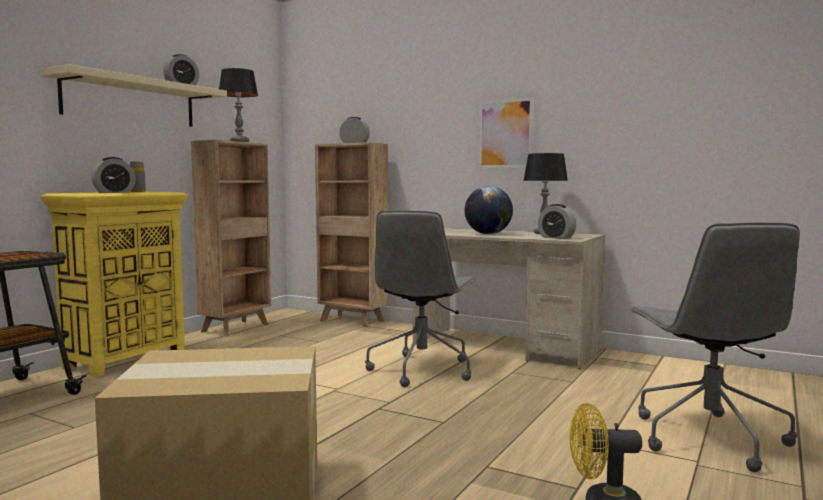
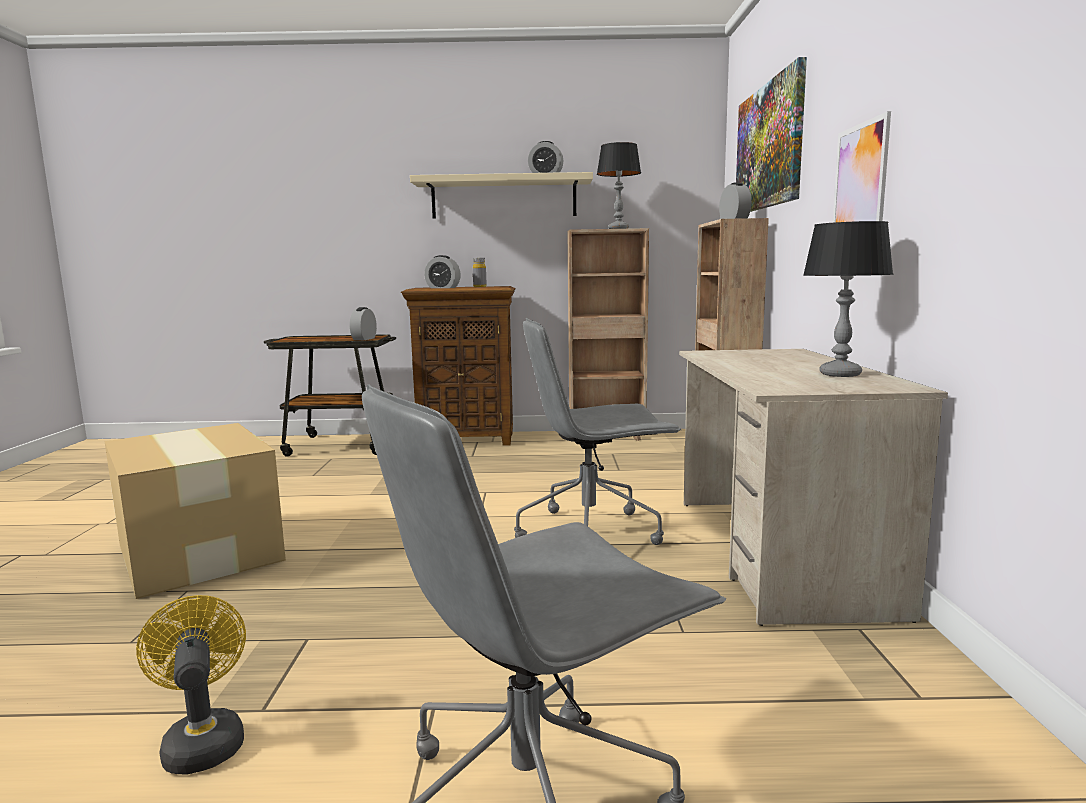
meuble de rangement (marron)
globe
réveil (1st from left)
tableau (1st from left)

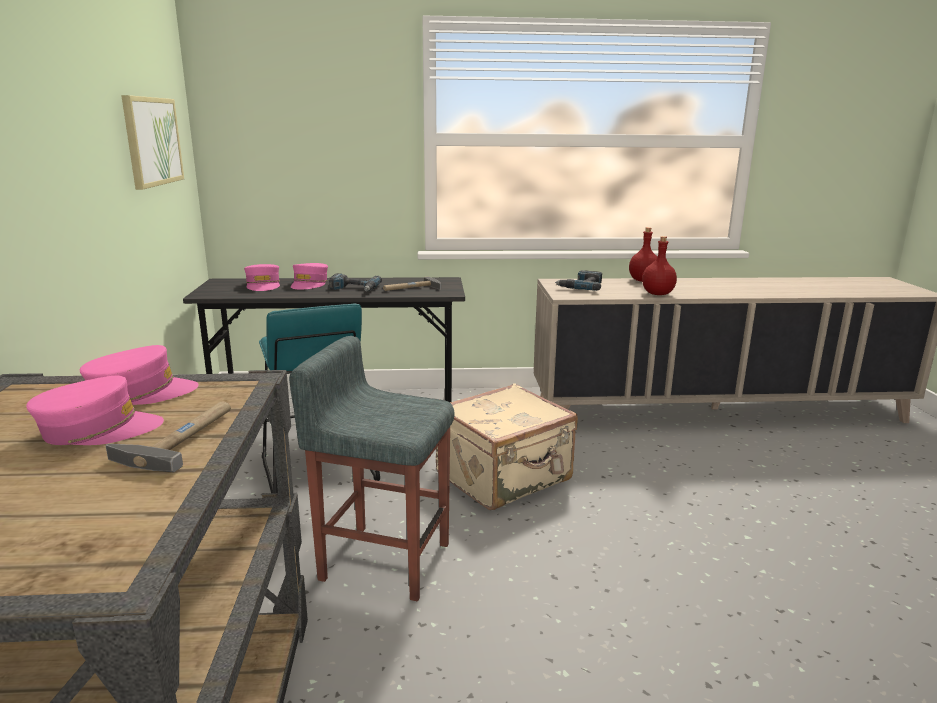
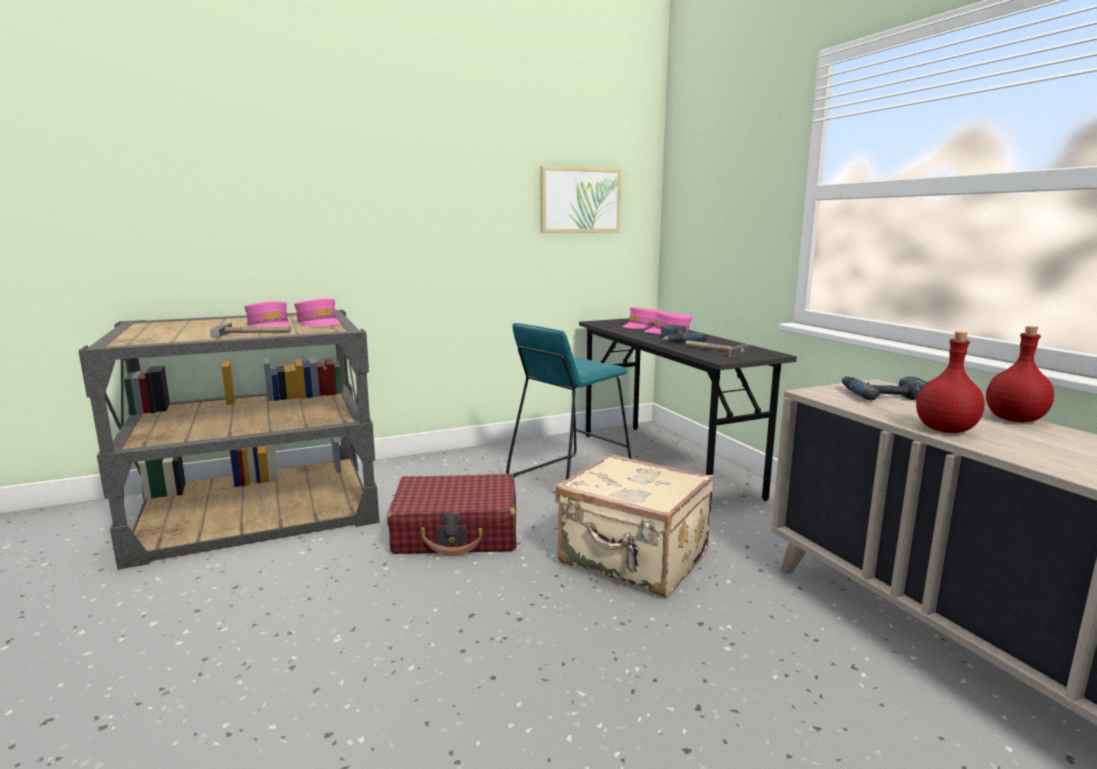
valise (rouge)

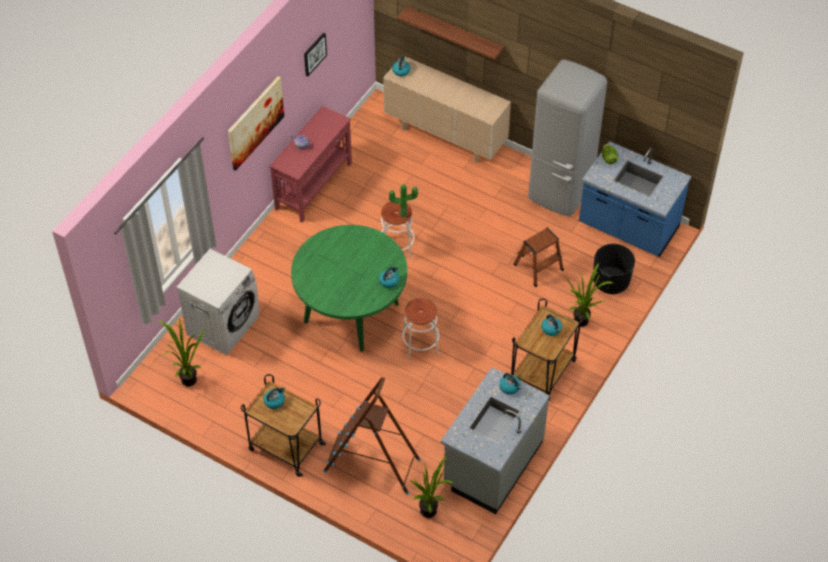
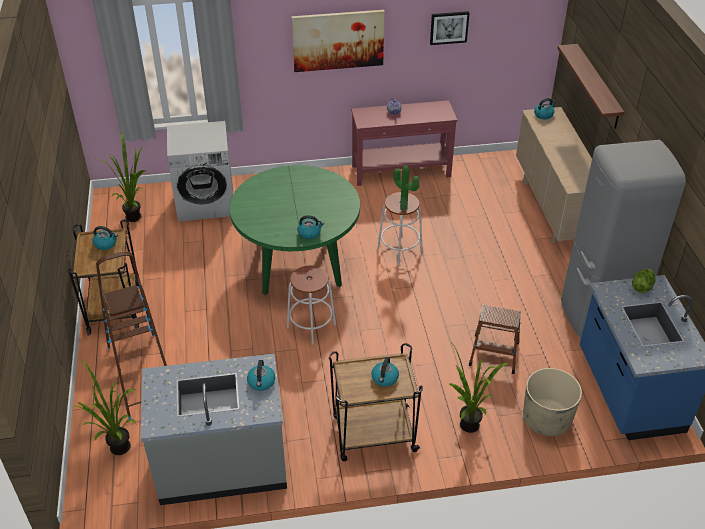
cache-pot (beige)

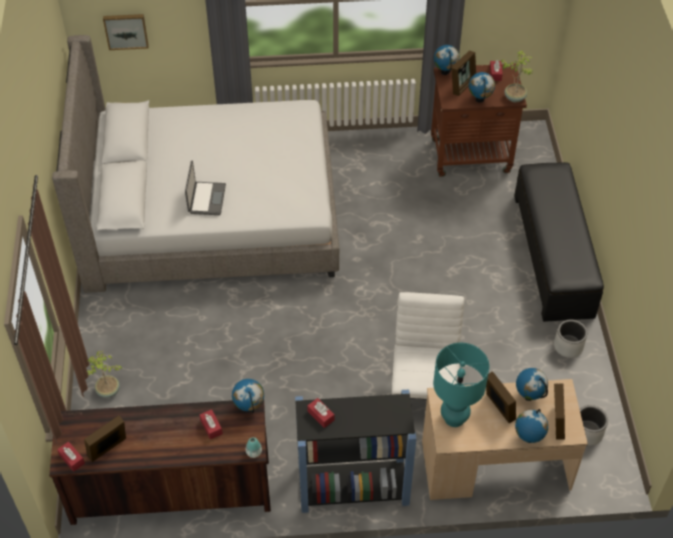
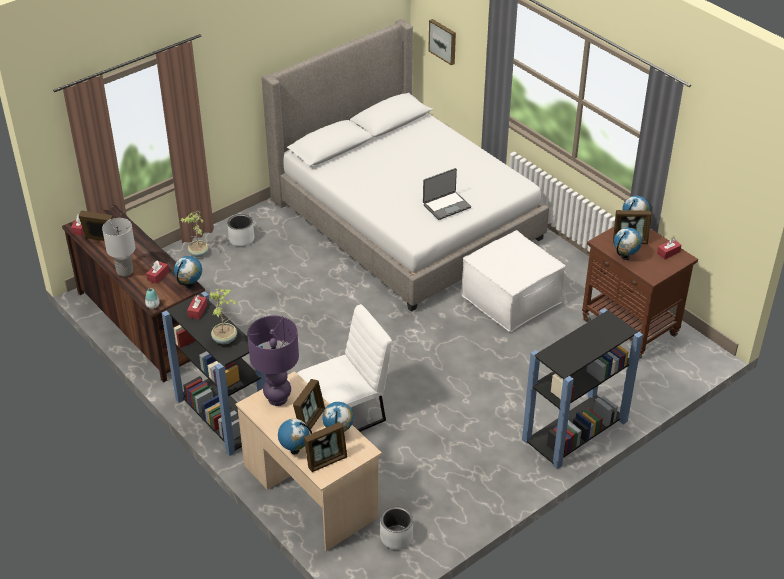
ordinateur portable
lampe de table (violet)
plante en pot (2nd from left)
bibliothèque (noir) (2nd from left)
cache-pot (gris) (1st from left)
lampe de table (gris)
pouf (blanc)

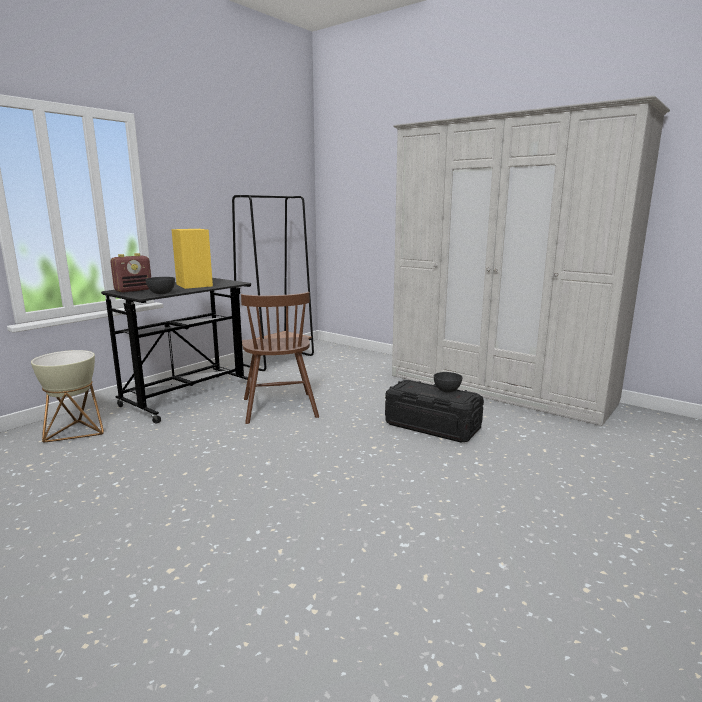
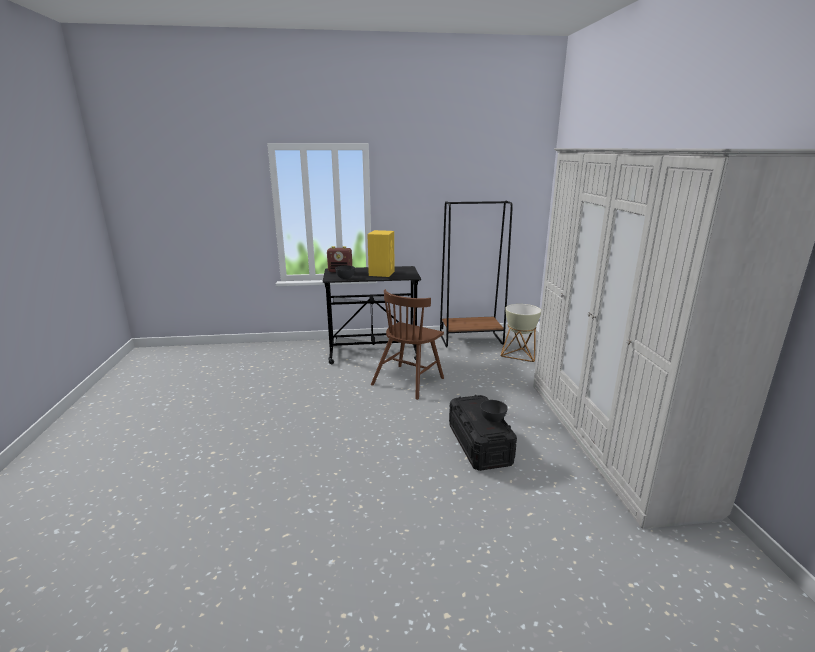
cache-pot

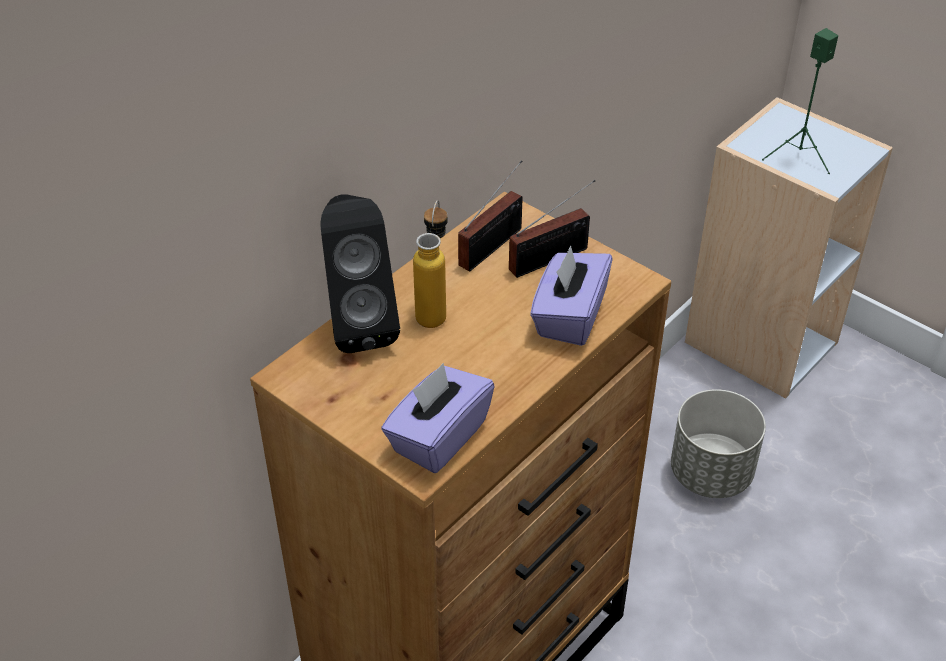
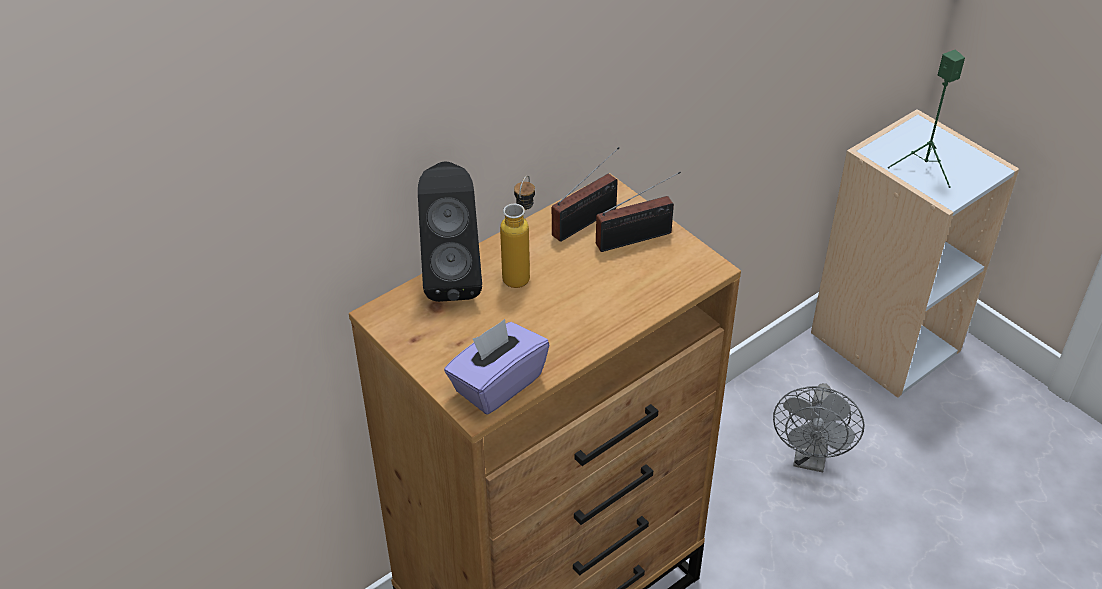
boîte à mouchoirs (violet) (2nd from left in the first image)
ventilateur (gris)

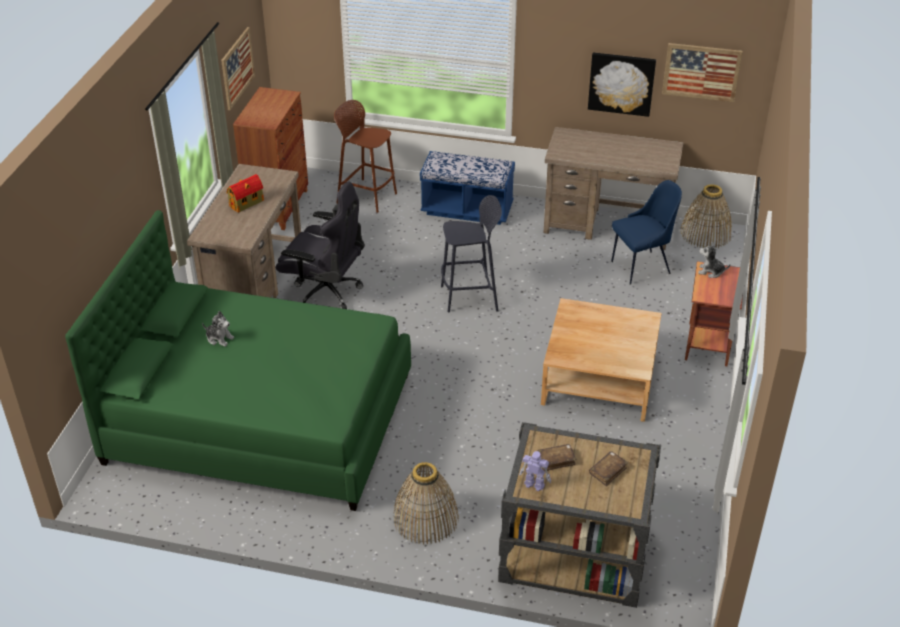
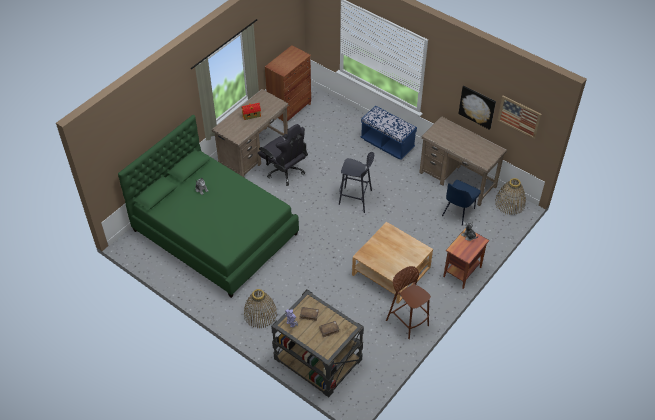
tableau (1st from left in the first image)
tabouret (marron)
chaise (bleu)

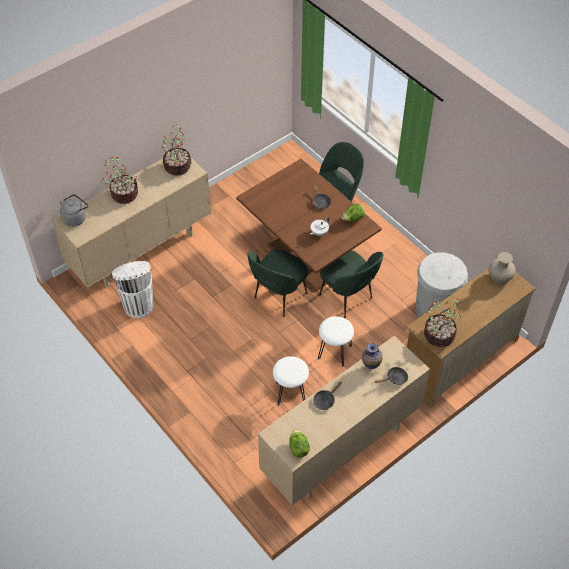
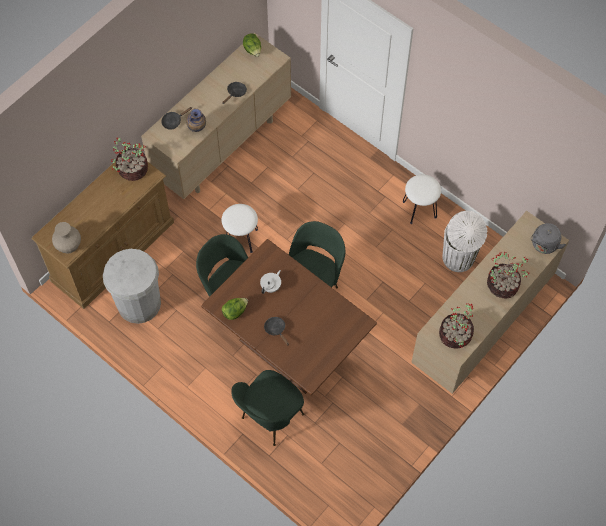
tabouret (blanc) (2nd from left)

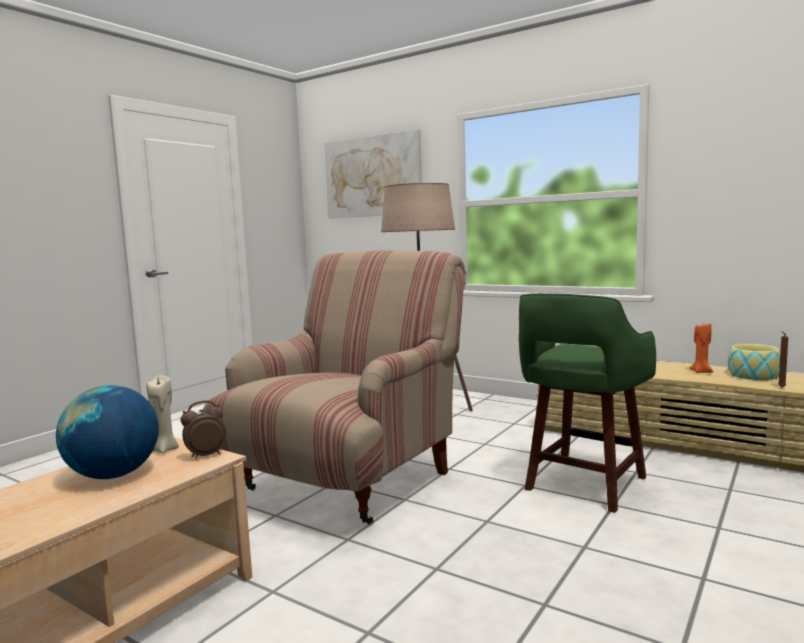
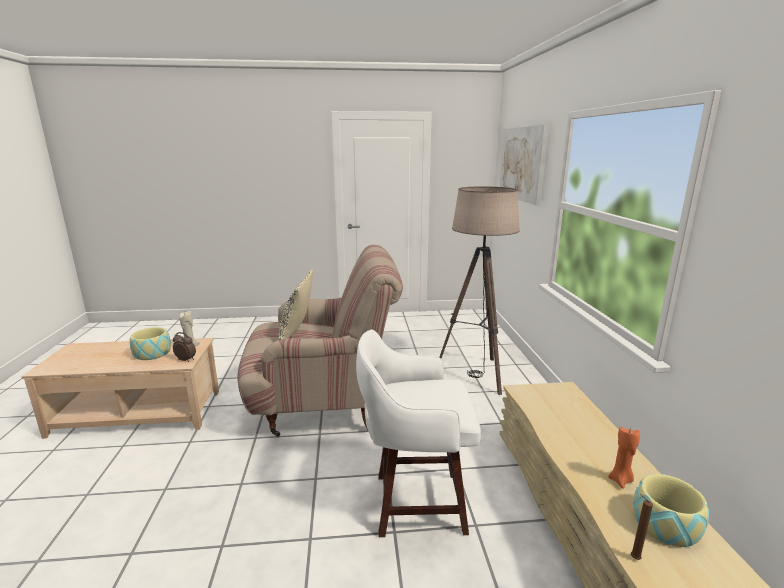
bol (1st from left)
tabouret (blanc)
coussin (beige)

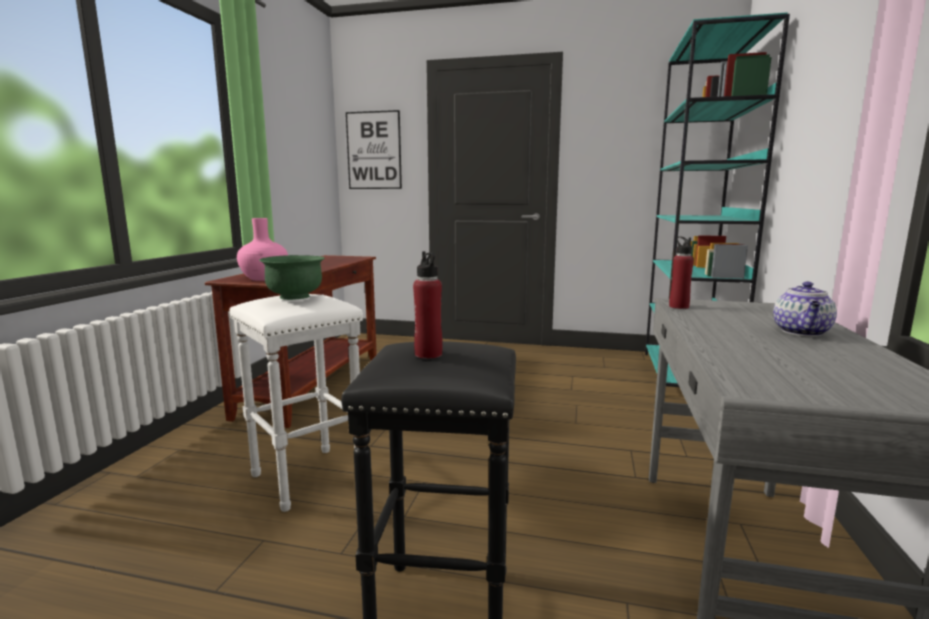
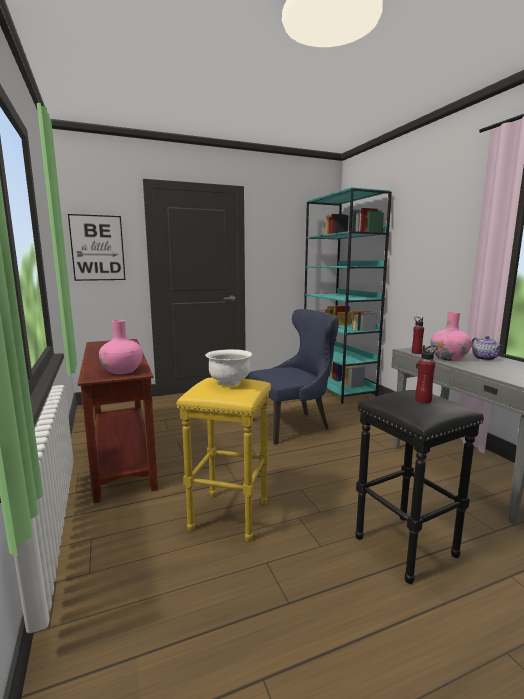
tabouret (jaune)
bol (blanc)
chaise (bleu)
vase (rose) (2nd from left)

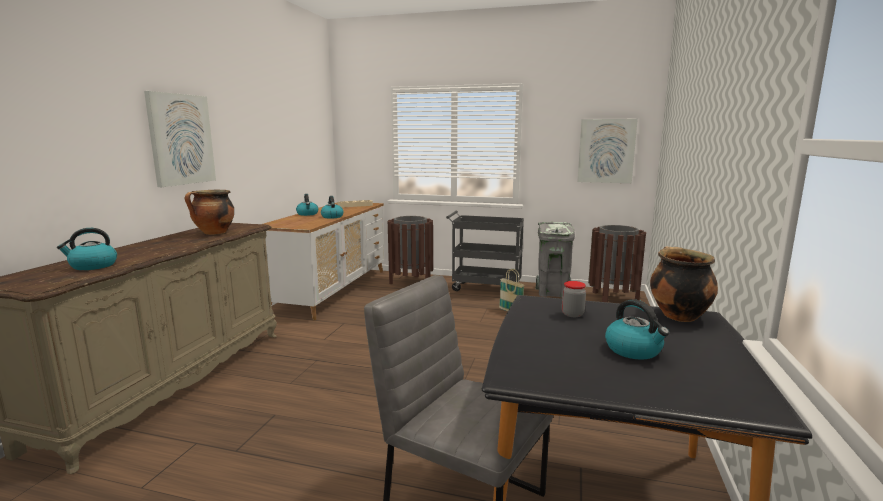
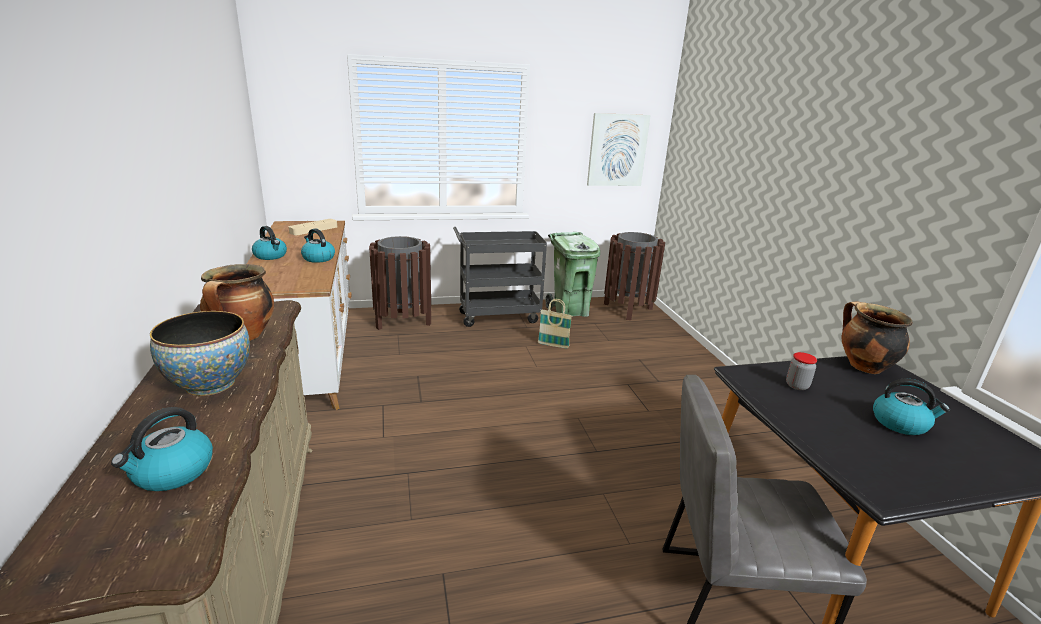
tableau (1st from left in the first image)
poubelle (vert)
bol

